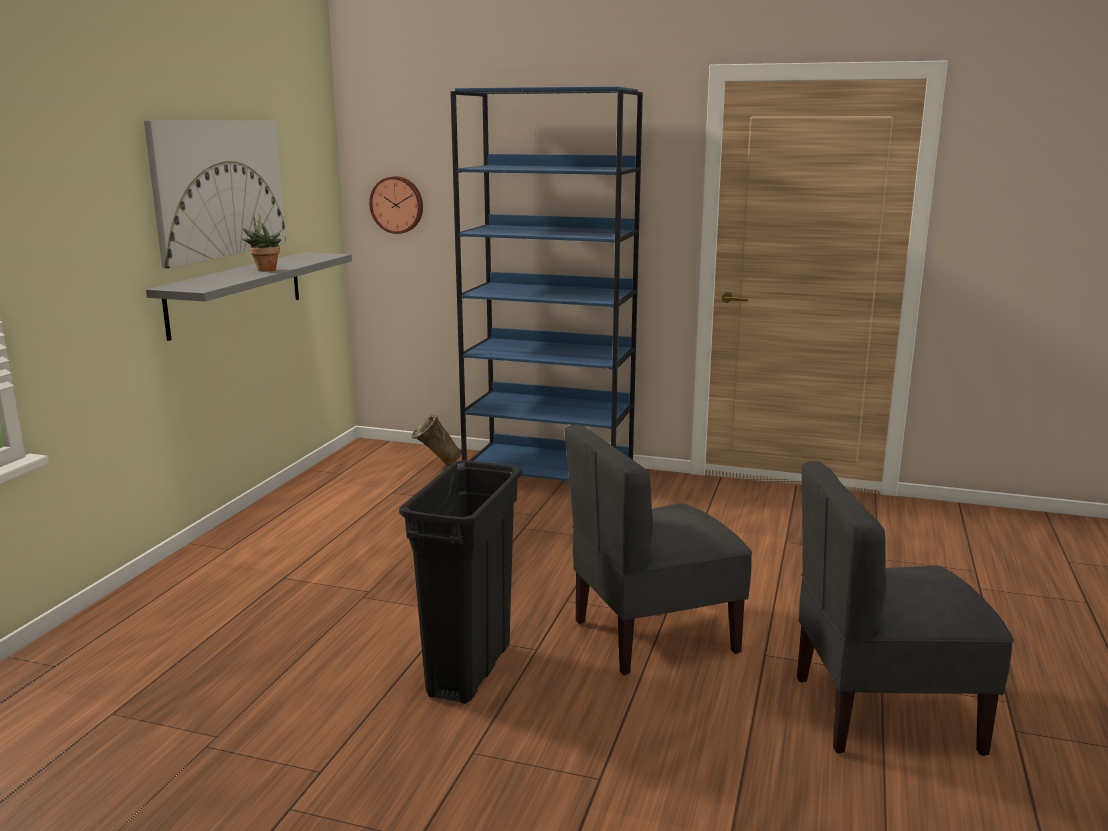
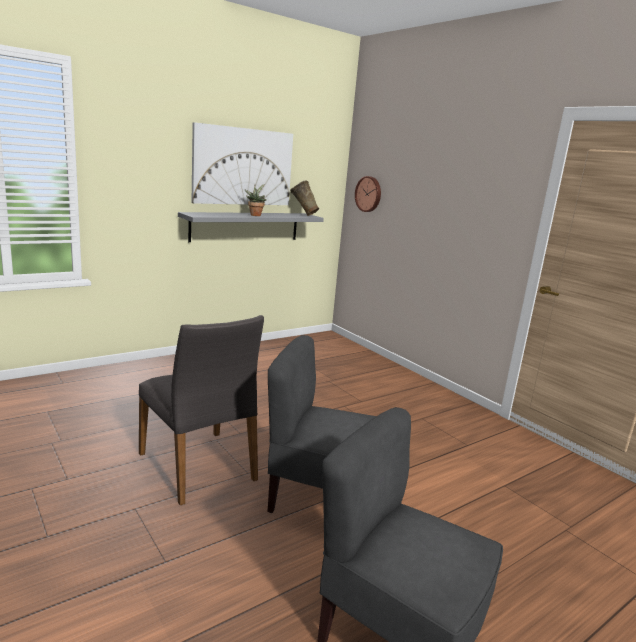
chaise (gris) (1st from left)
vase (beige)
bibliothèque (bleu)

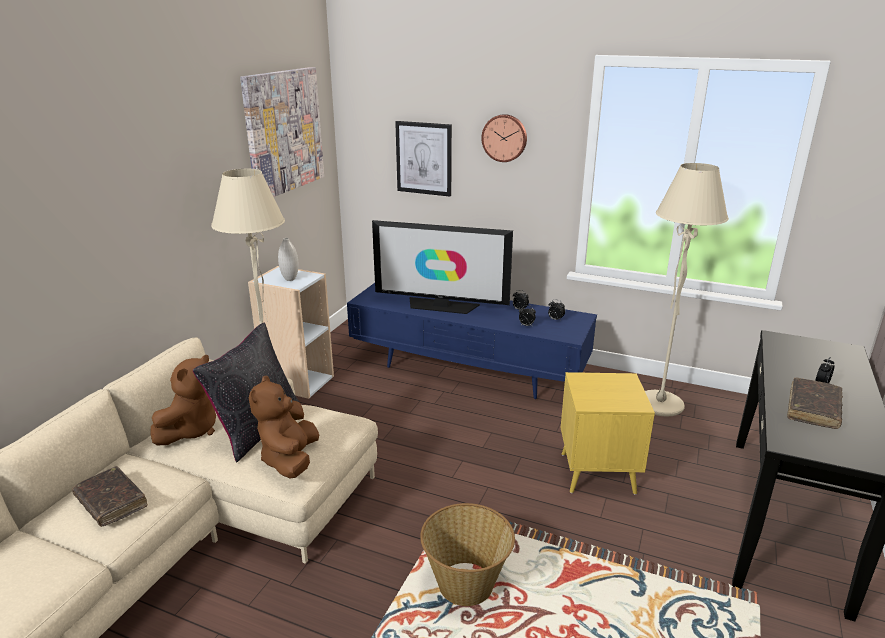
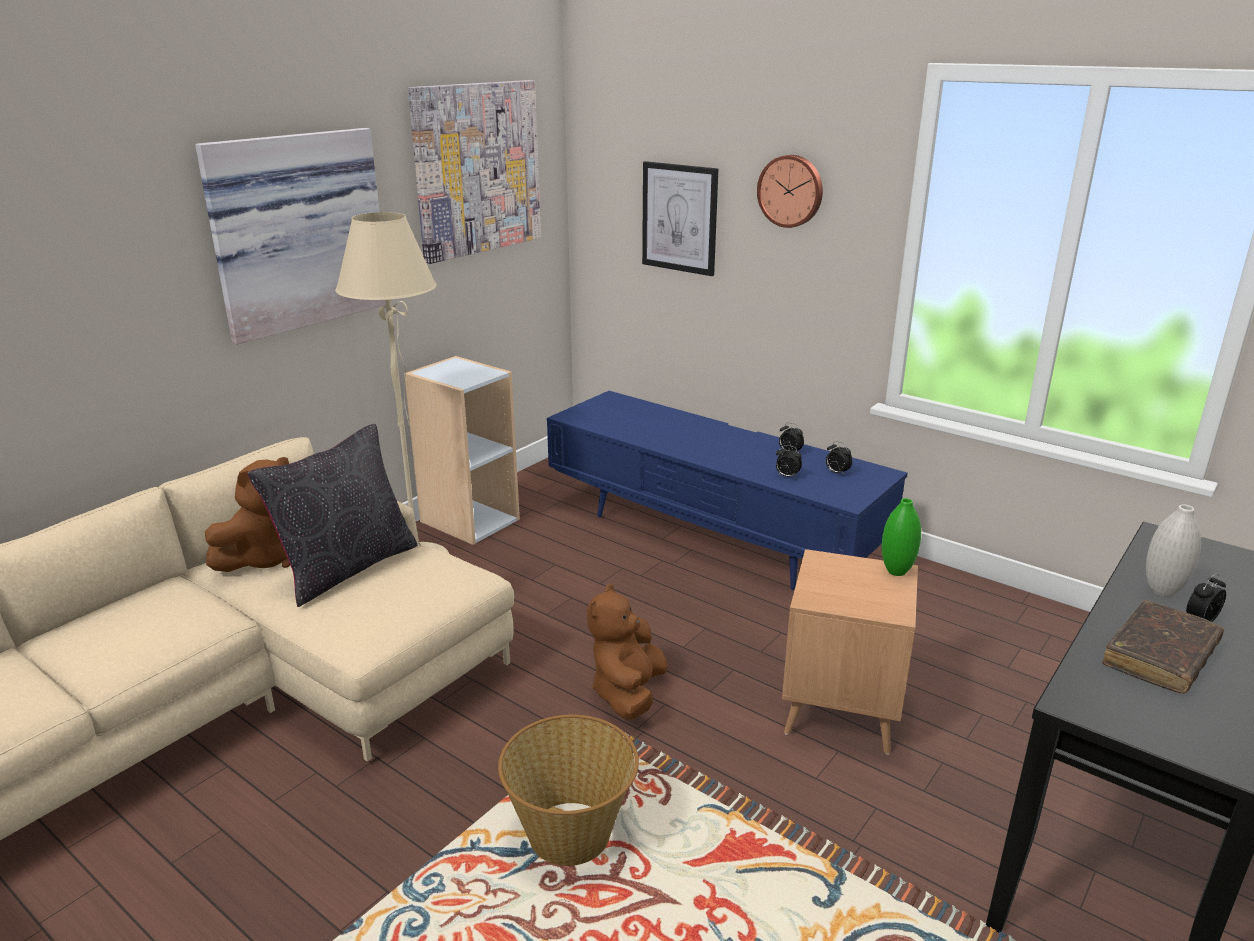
livre (marron) (1st from left in the first image)
peluche (marron) (2nd from left)
vase (blanc)
téléviseur
table d'appoint (marron)
lampadaire (beige) (2nd from left in the first image)
tableau (1st from left)
vase (vert)

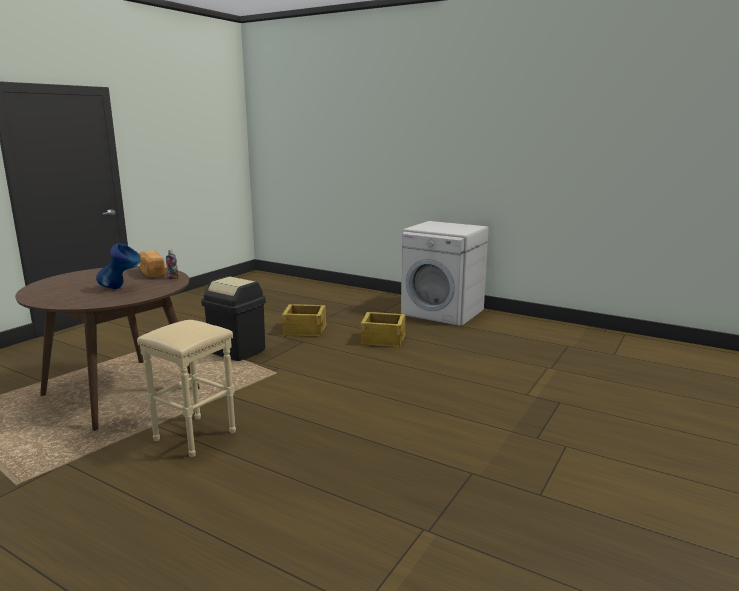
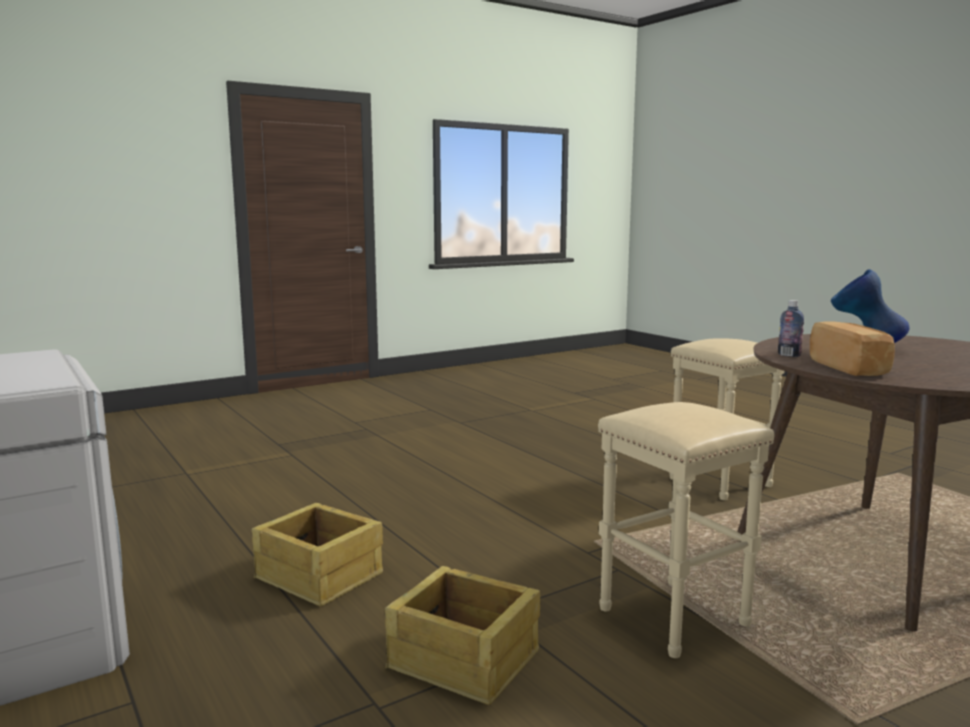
tabouret (beige) (1st from left)

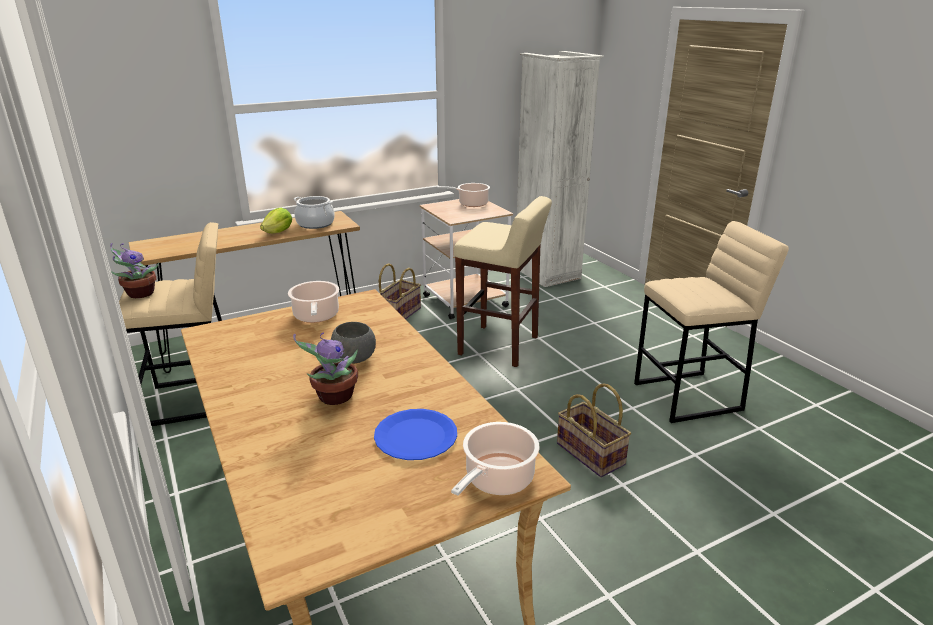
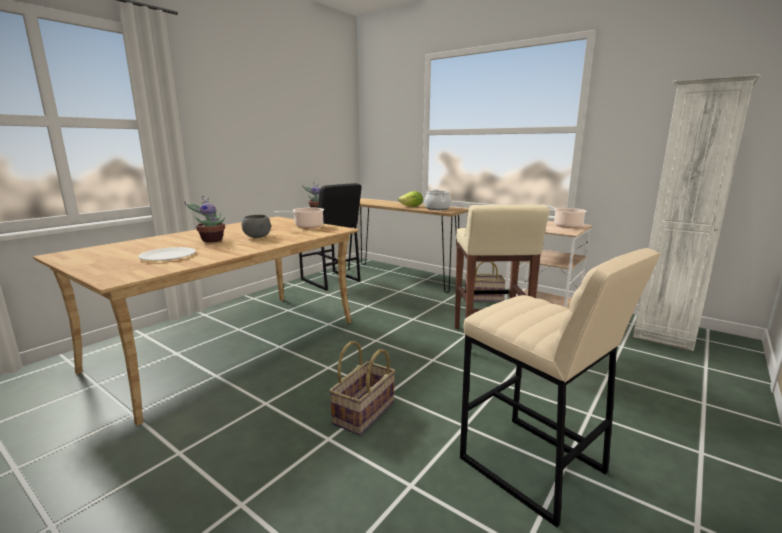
tabouret (noir)
assiette (blanc)
marmite (4th from left in the first image)

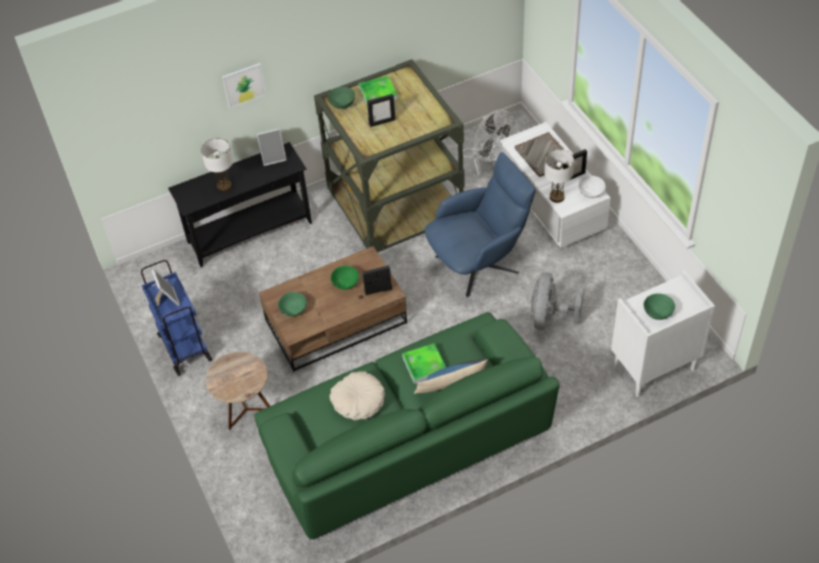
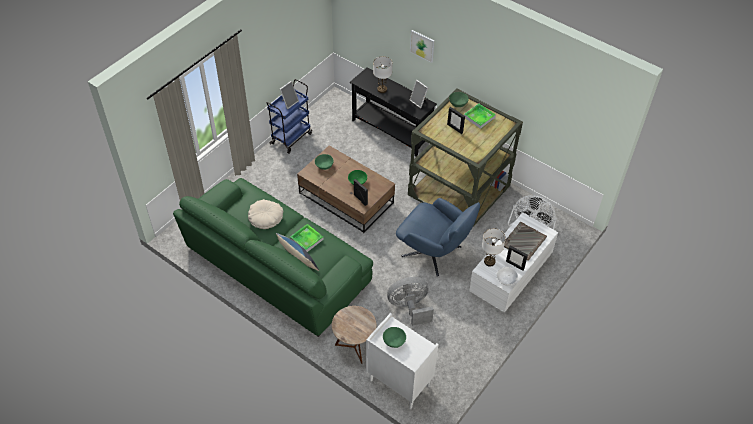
table d'appoint (marron)

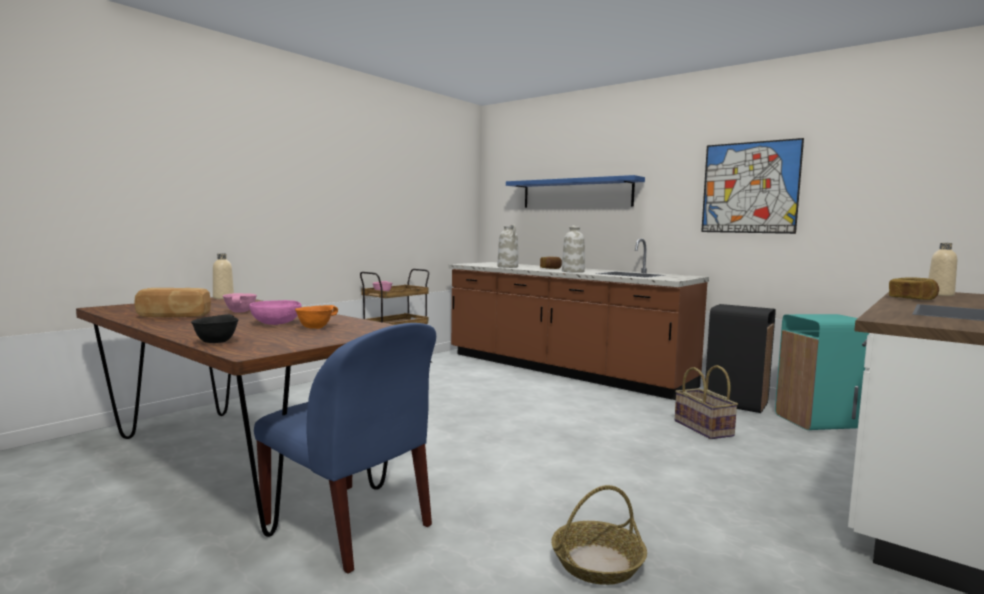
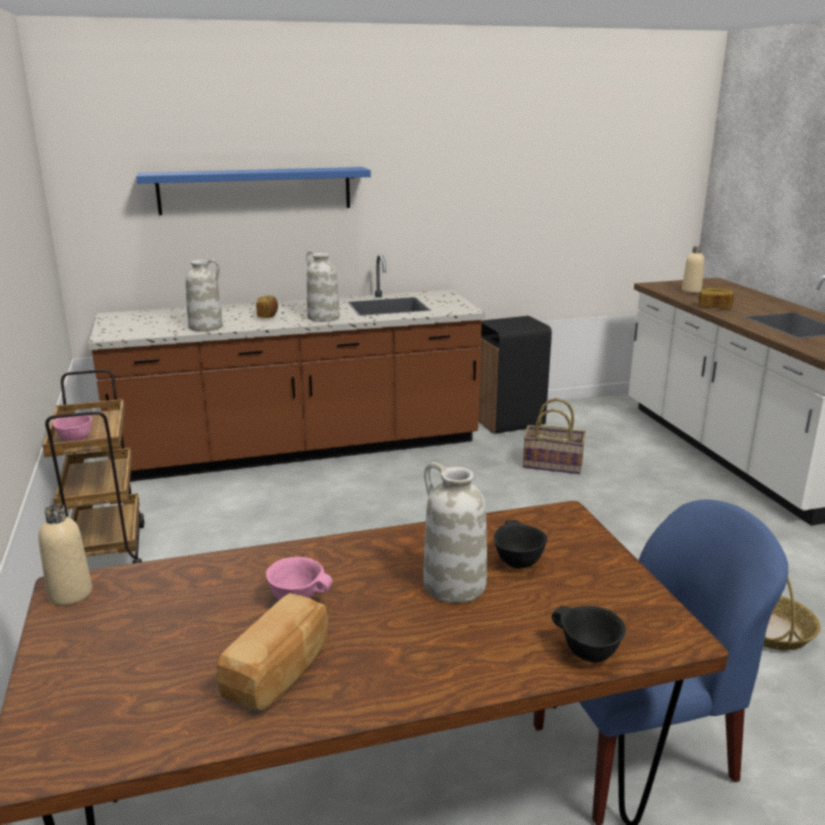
vase (blanc) (3rd from left)
bol (noir) (1st from left)
tableau
poubelle (turquoise)

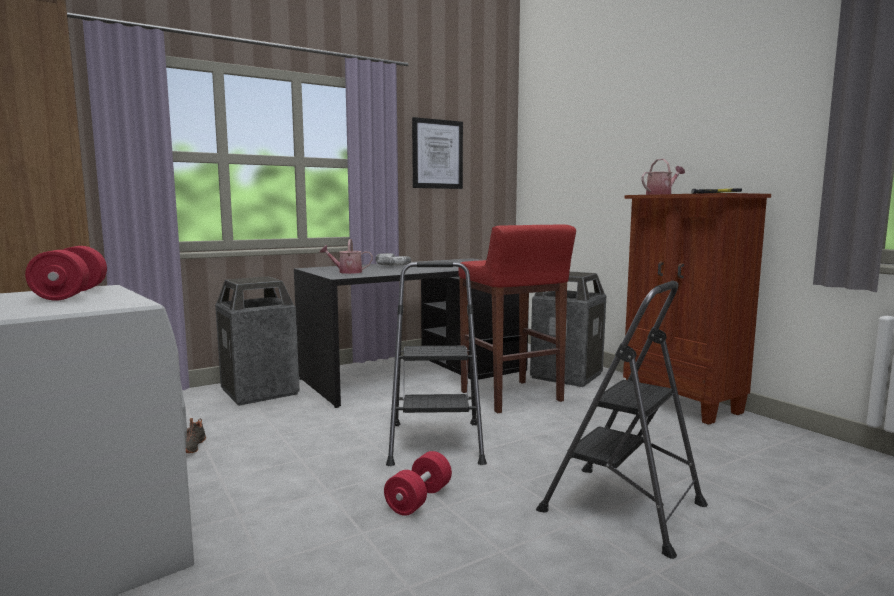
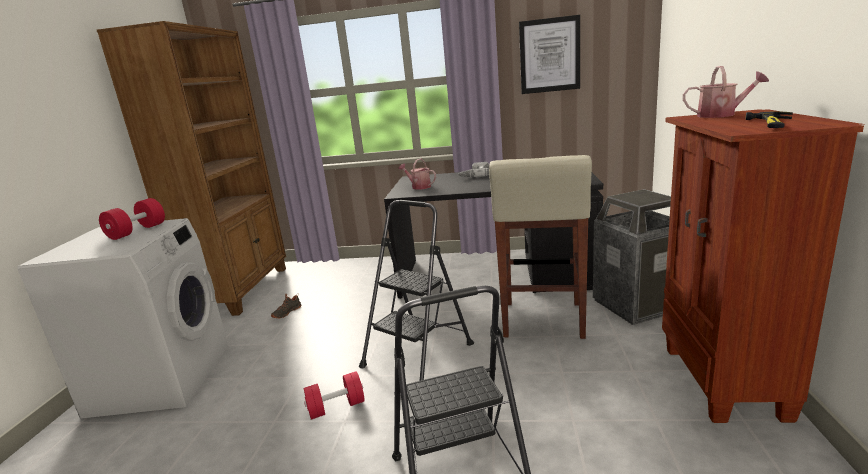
poubelle (1st from left in the first image)
tabouret (beige)

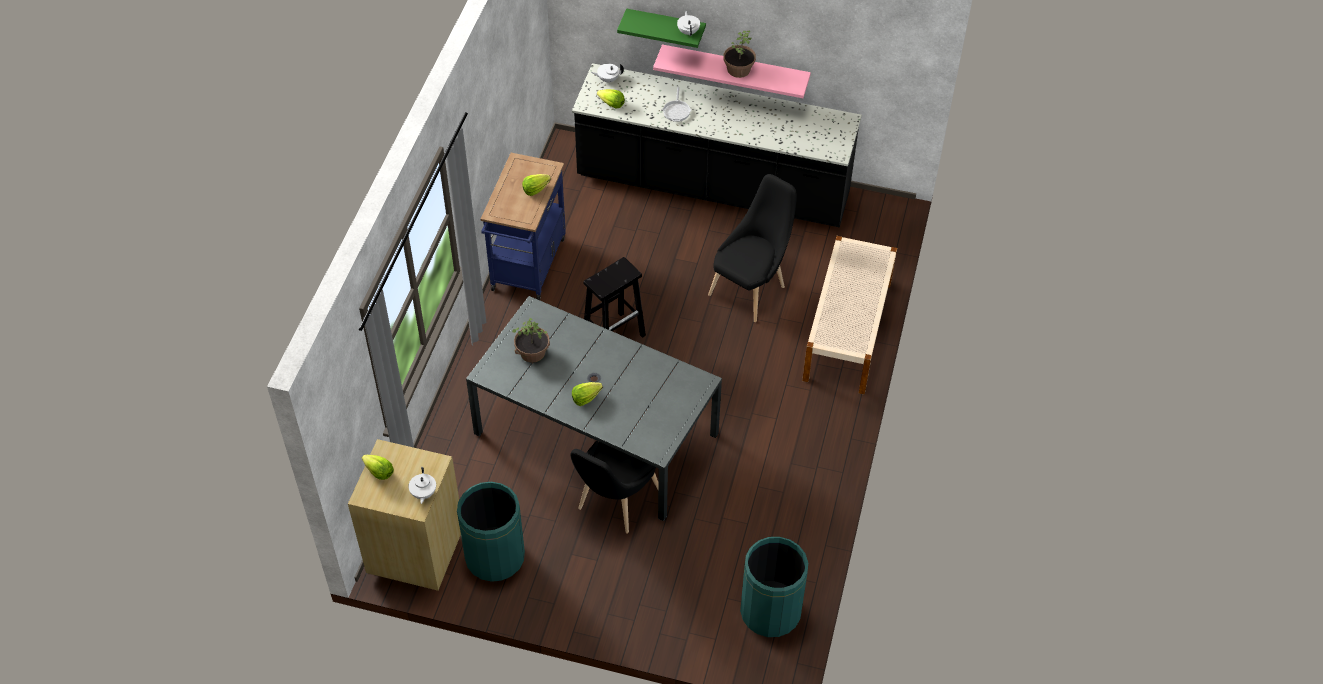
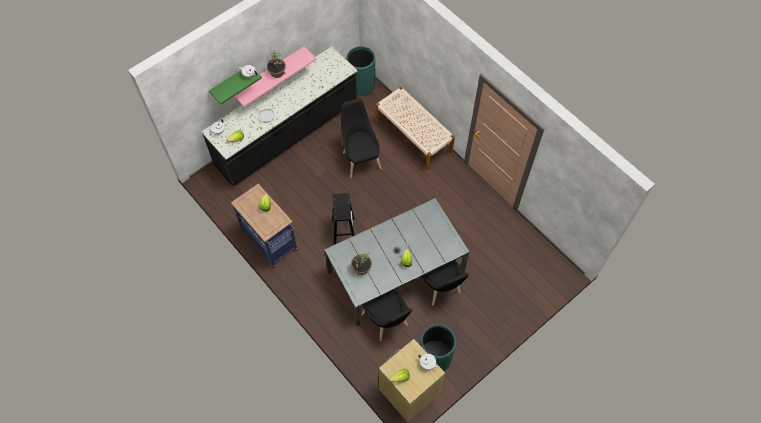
poubelle (vert) (1st from left)
chaise (noir) (2nd from left)

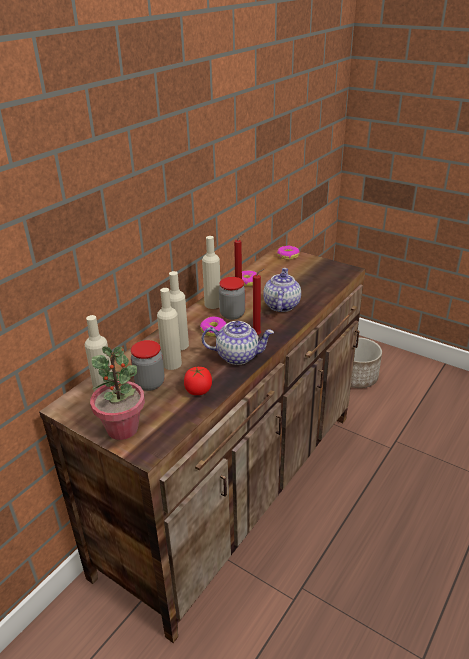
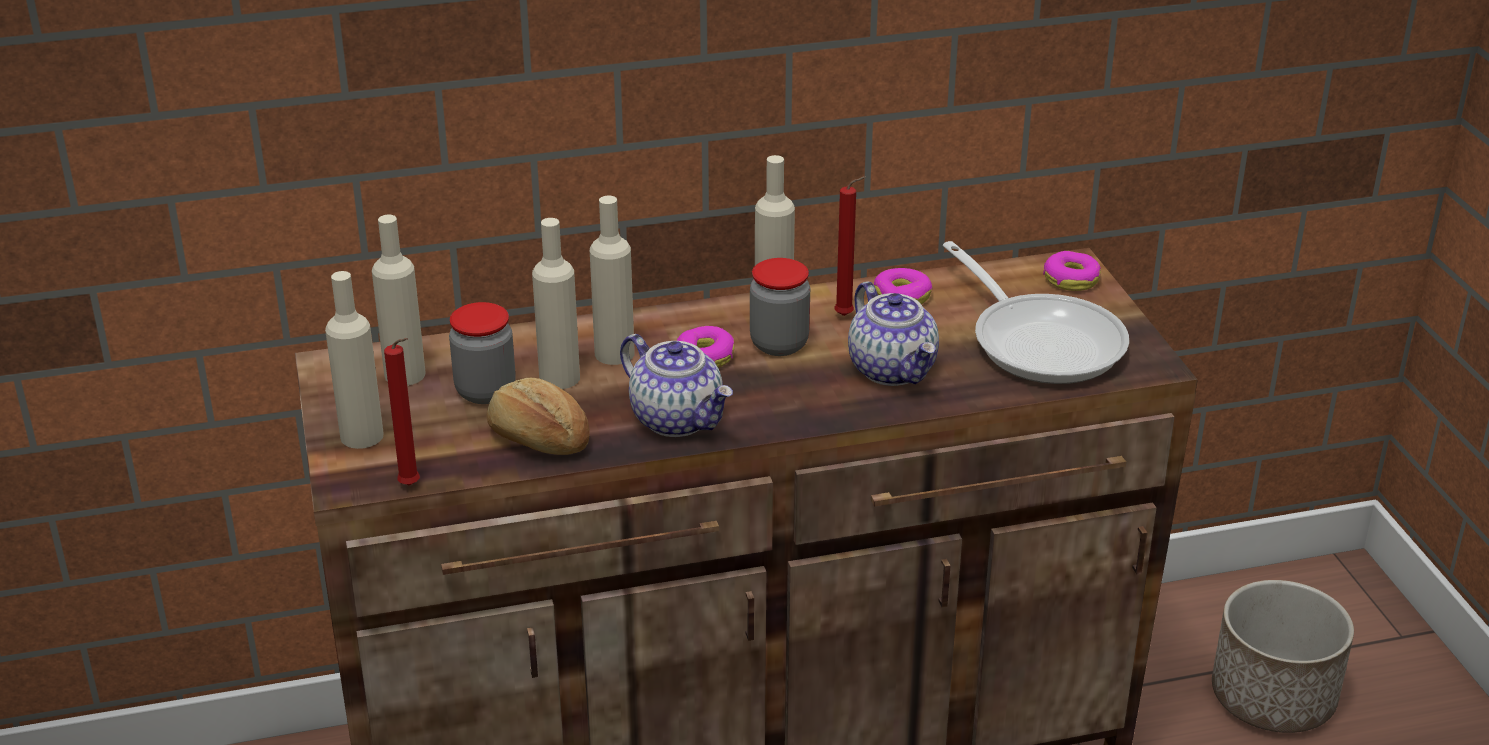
bouteille (beige) (1st from left)
pain
bougie (rouge) (1st from left)
théière (2nd from left)
poêle

